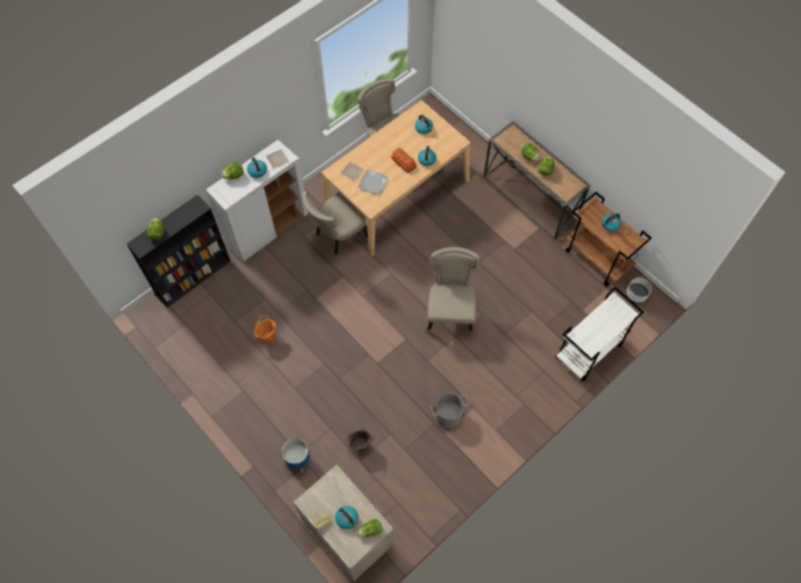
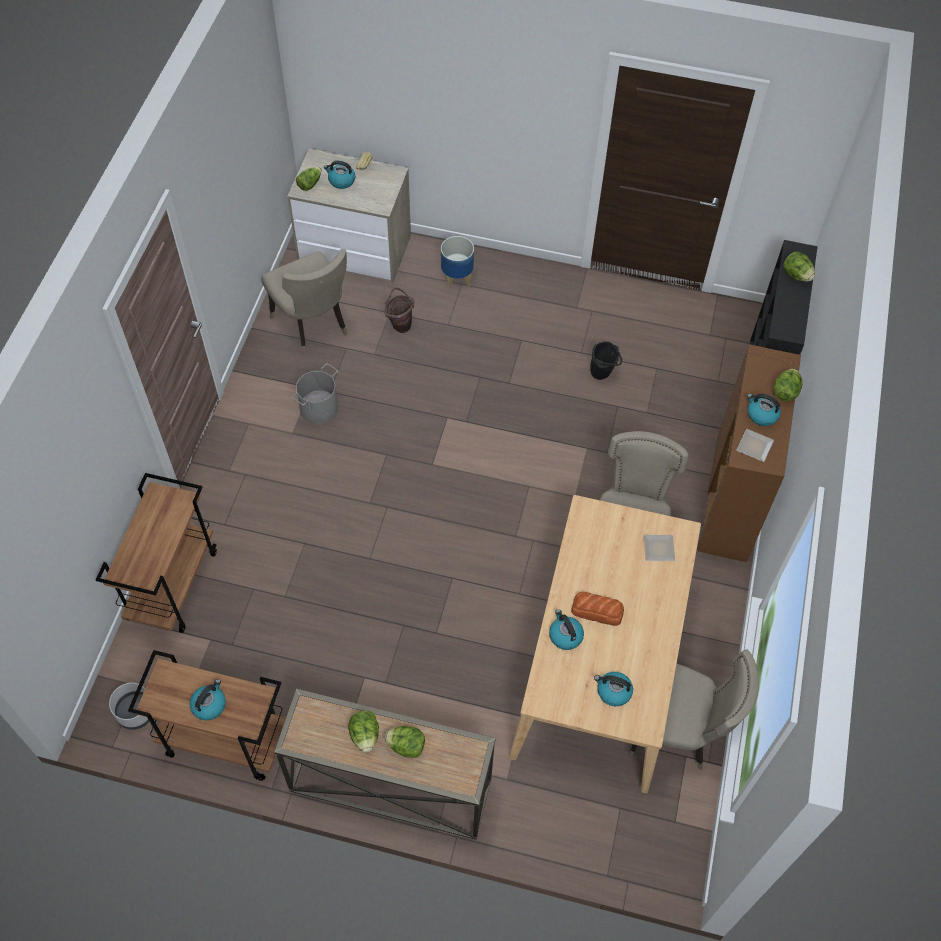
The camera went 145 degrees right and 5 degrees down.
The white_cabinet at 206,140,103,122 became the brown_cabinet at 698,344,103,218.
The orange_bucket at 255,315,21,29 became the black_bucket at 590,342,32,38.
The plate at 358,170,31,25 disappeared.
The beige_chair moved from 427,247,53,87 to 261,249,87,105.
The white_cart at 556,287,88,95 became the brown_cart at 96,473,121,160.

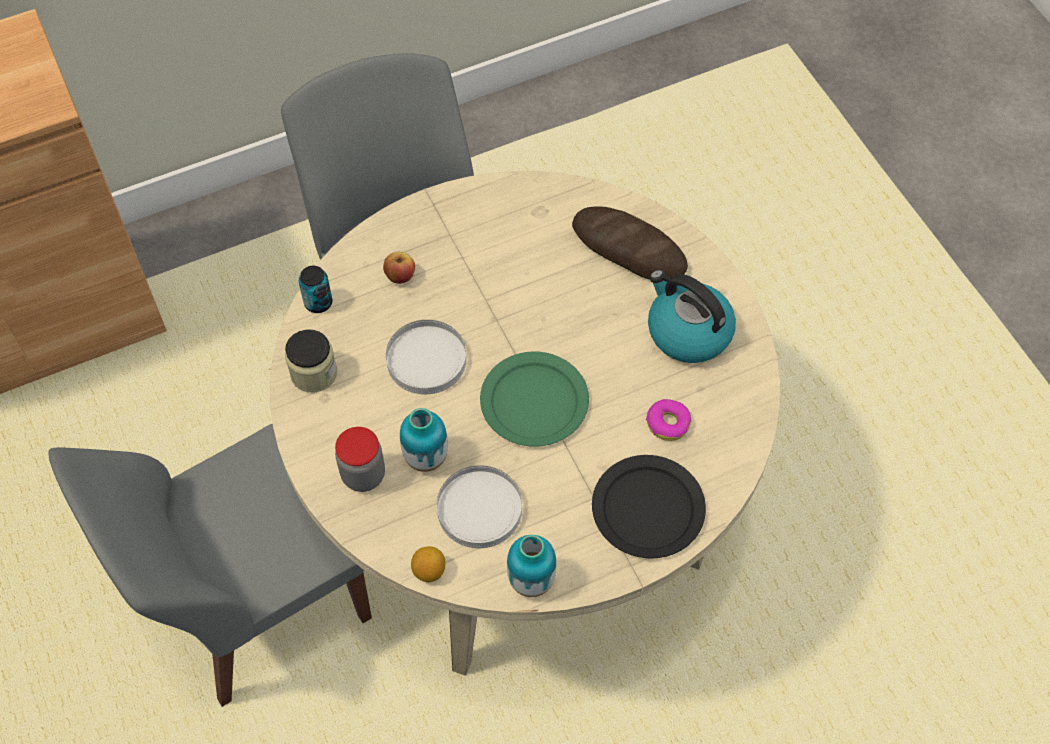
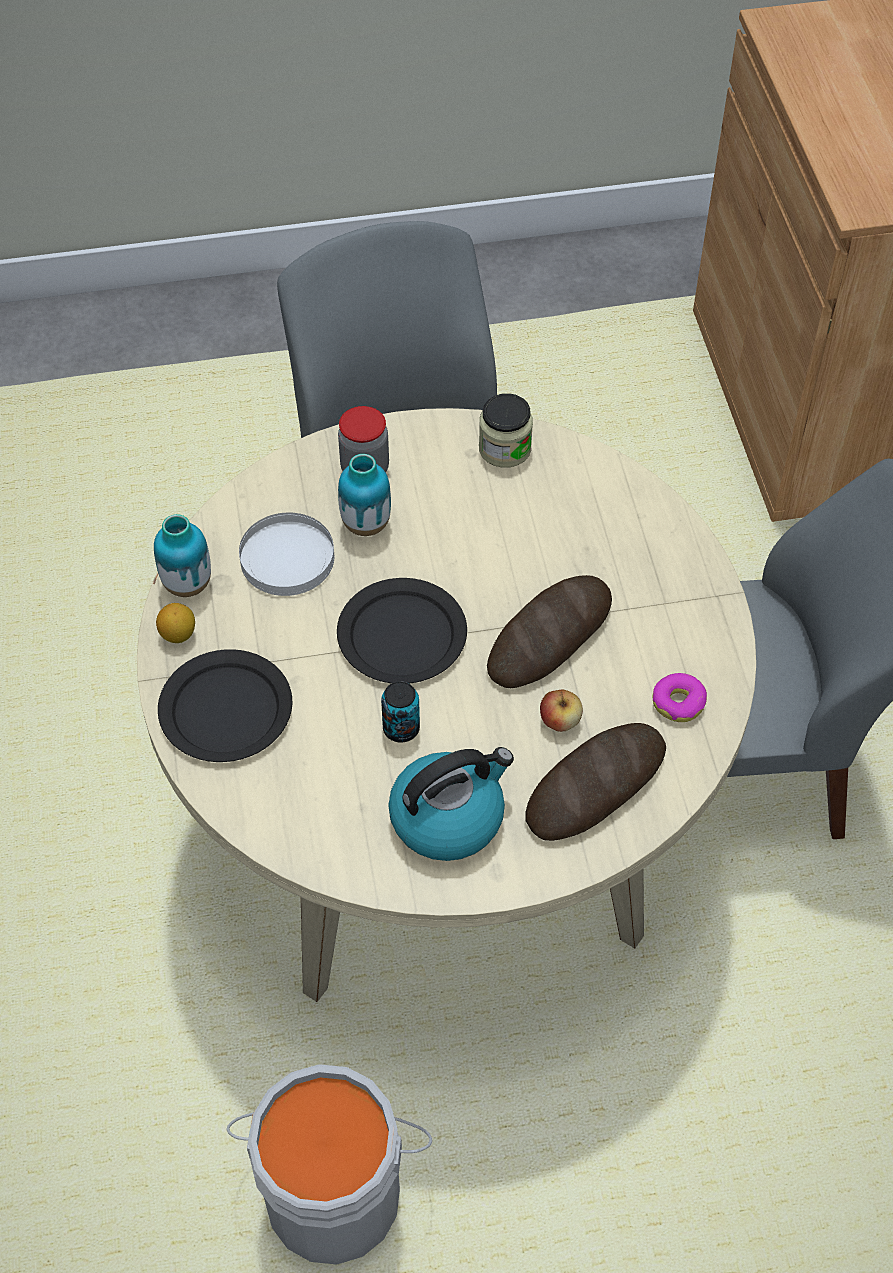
The camera went 105 degrees right and 5 degrees down.
The can moved from 299,266,33,47 to 381,681,39,62.
The apple moved from 383,252,32,32 to 540,690,43,42.
The white_plate at 386,320,80,74 disappeared.
The lemon moved from 411,546,35,36 to 156,603,39,40.
The green_plate at 480,351,109,96 became the black_plate at 337,578,130,106.
The donut moved from 646,399,45,42 to 652,673,55,49.
The grey_bucket at 226,1064,206,201 appeared.
The bread at 487,575,125,113 appeared.

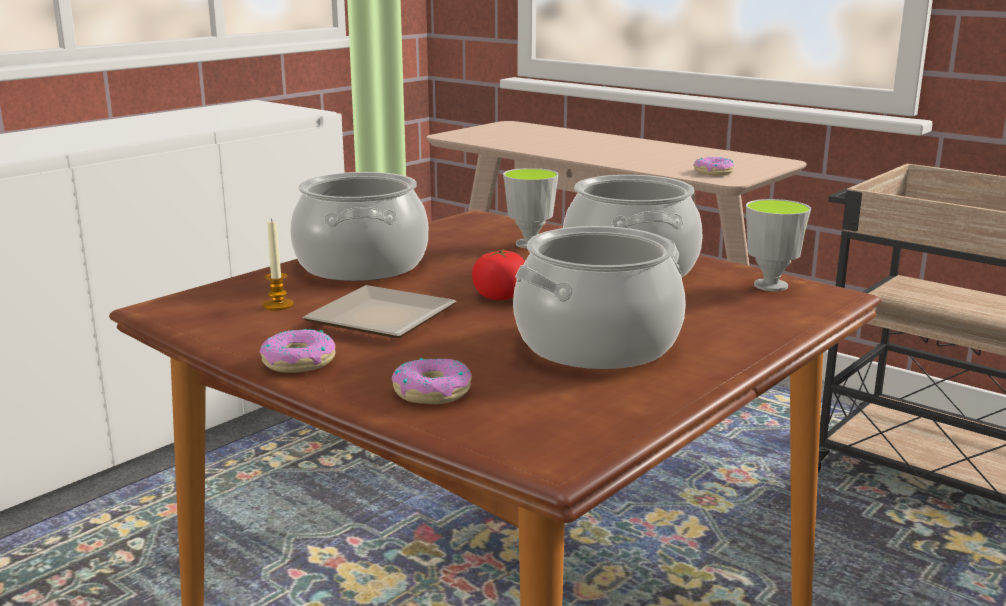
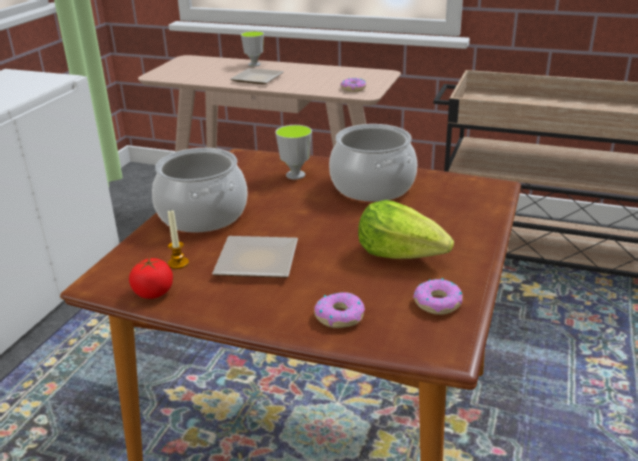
The camera went 20 degrees left and 10 degrees up.
The donut moved from 260,329,75,44 to 413,278,50,37.
The tomato moved from 472,249,53,51 to 129,258,44,41.
The cooking_pot at 513,226,173,143 was replaced by the lettuce at 358,200,96,59.
The cup moved from 746,199,65,92 to 241,31,23,36.
The plate at 230,68,54,16 appeared.

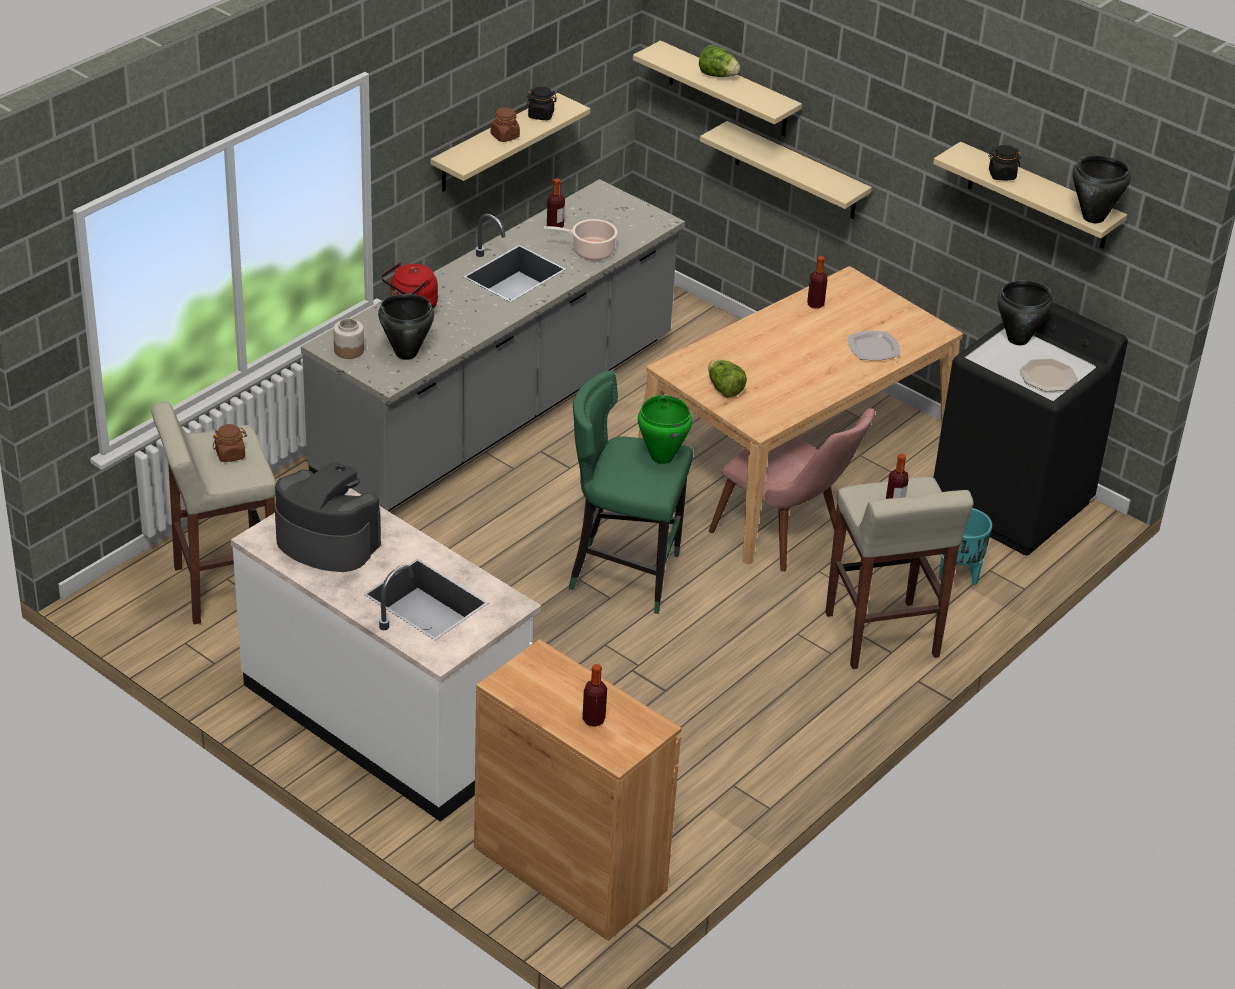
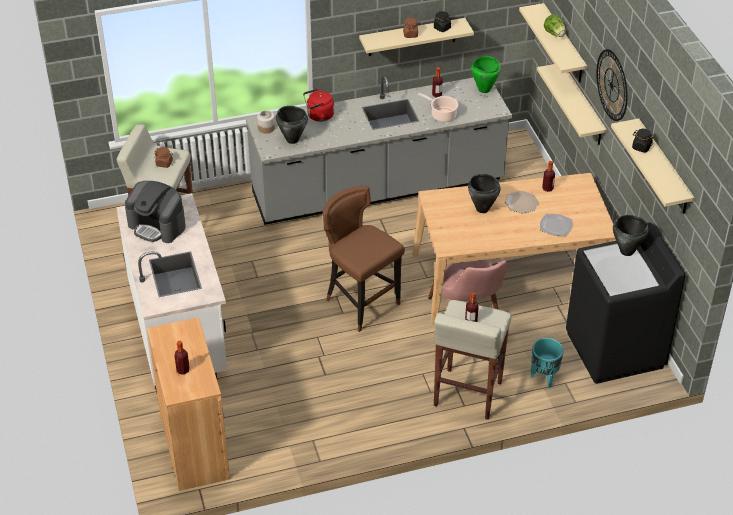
The camera went 35 degrees right and 5 degrees up.
The coffee_machine at 275,463,106,109 turned 150 degrees clockwise.
The green_stool at 569,371,124,243 became the brown_stool at 323,186,82,146.
The green_cooking_pot moved from 638,395,54,69 to 471,56,30,37.
The lettuce at 708,360,39,38 disappeared.
The plate moved from 1020,359,58,33 to 505,191,34,22.
The black_cooking_pot moved from 1073,155,58,68 to 468,174,33,39.
The wall_clock at 596,49,32,72 appeared.

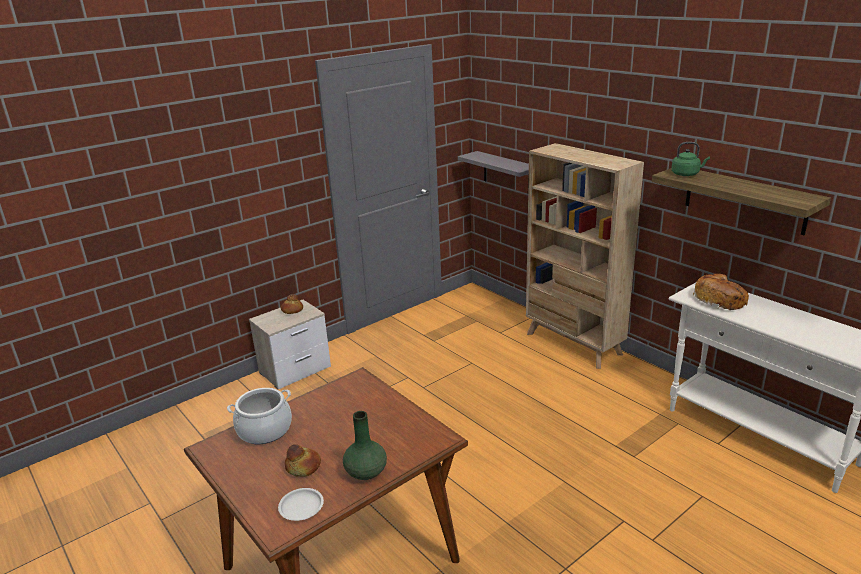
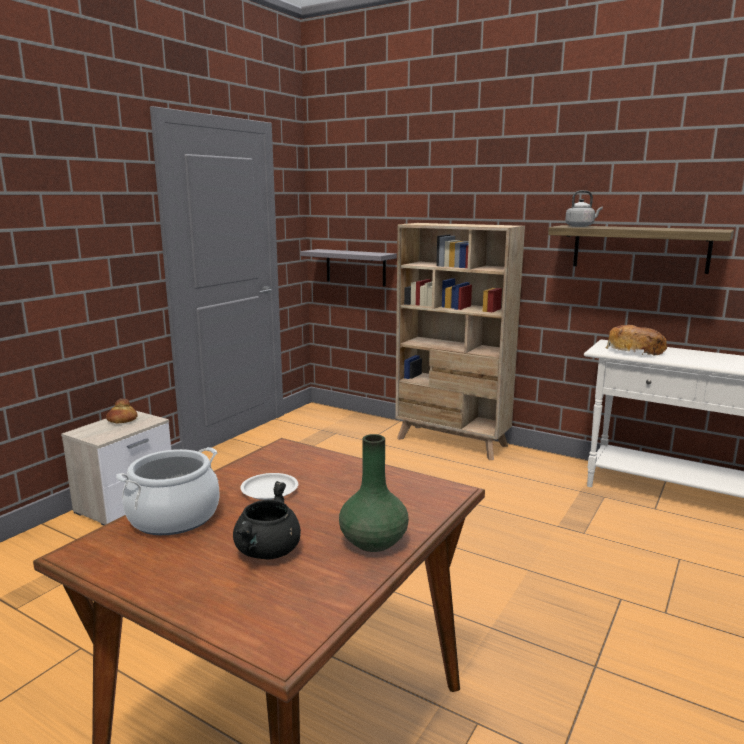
The camera went 20 degrees left and 10 degrees down.
The white_plate moved from 278,488,46,33 to 240,473,58,27.
The bread at 285,444,36,33 was replaced by the black_cooking_pot at 233,481,68,78.
The green_kettle at 671,142,39,34 became the grey_kettle at 565,190,38,37.

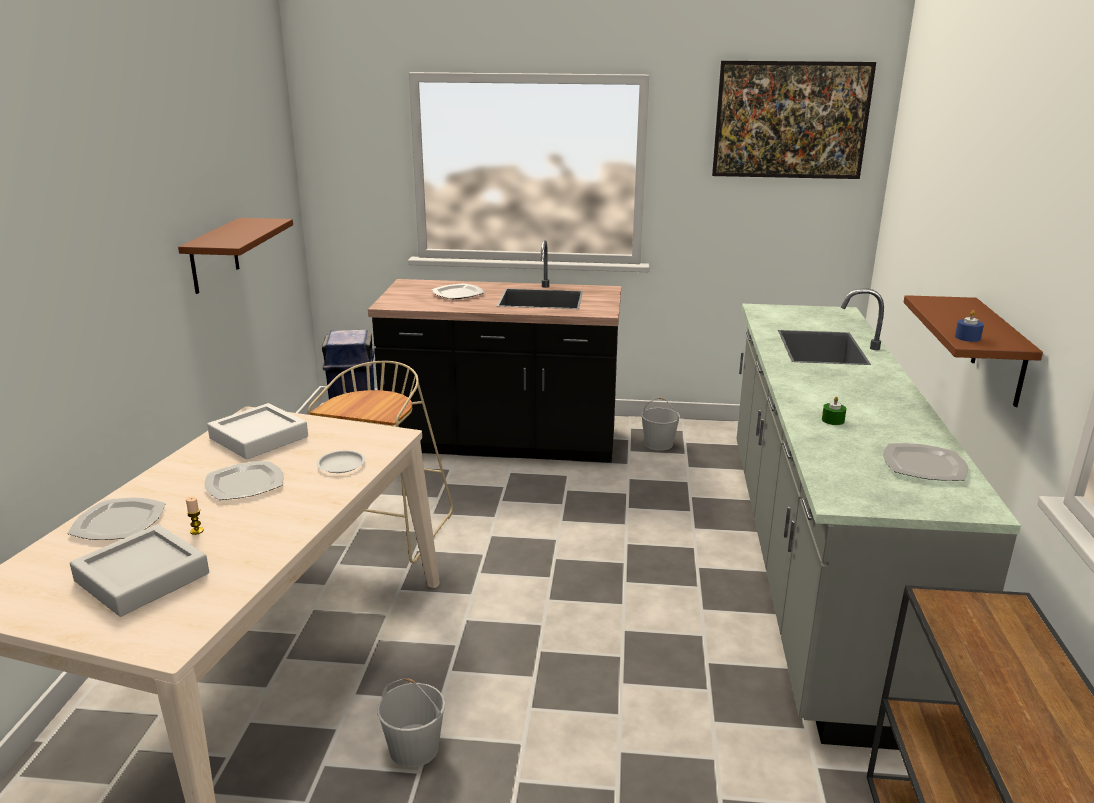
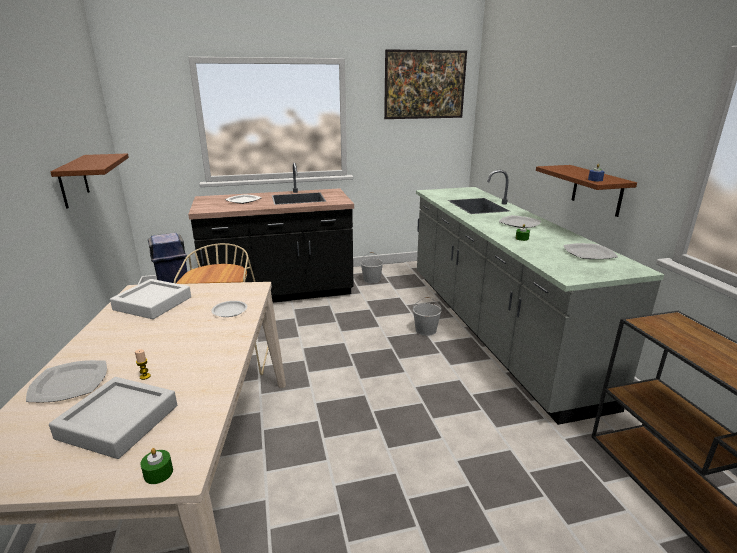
The camera went 20 degrees left and 0 degrees up.
The plate moved from 205,460,79,40 to 499,215,42,13.
The white_bucket moved from 377,678,68,90 to 413,297,29,39.
The green_candle at 140,448,33,36 appeared.

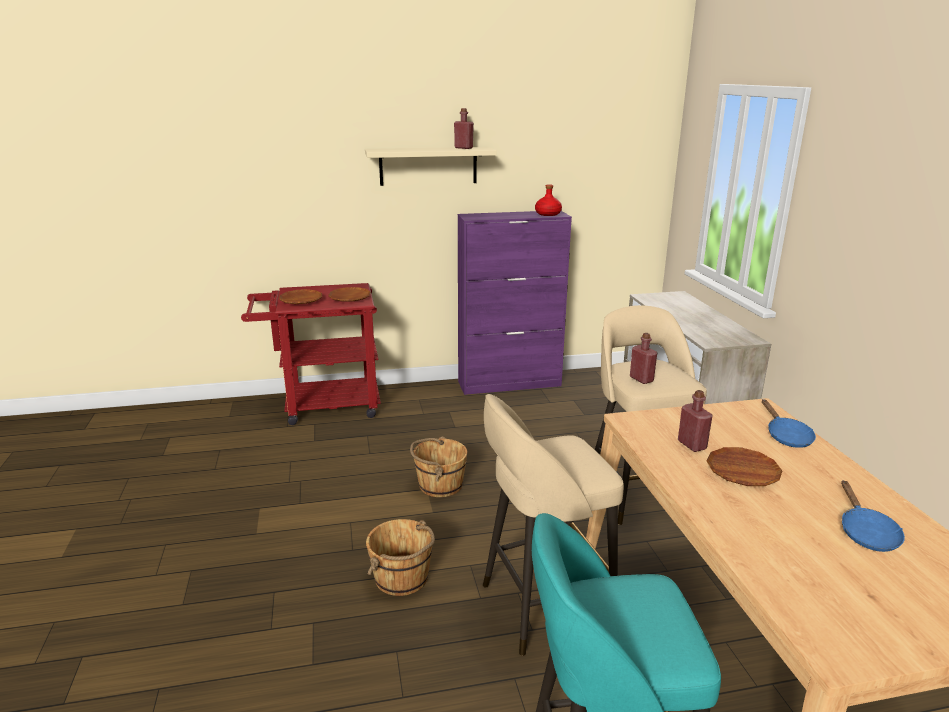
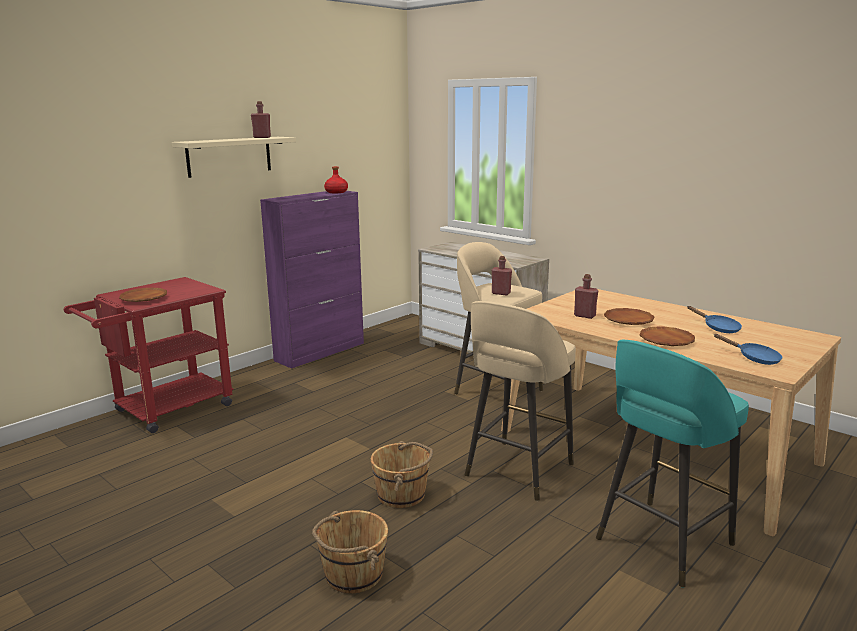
The camera went 35 degrees left and 5 degrees down.
The brown_plate moved from 328,287,43,15 to 640,326,55,20.
The brown_bucket moved from 410,437,58,60 to 312,510,76,83.
The blue_frying_pan moved from 762,399,54,49 to 714,334,68,31.

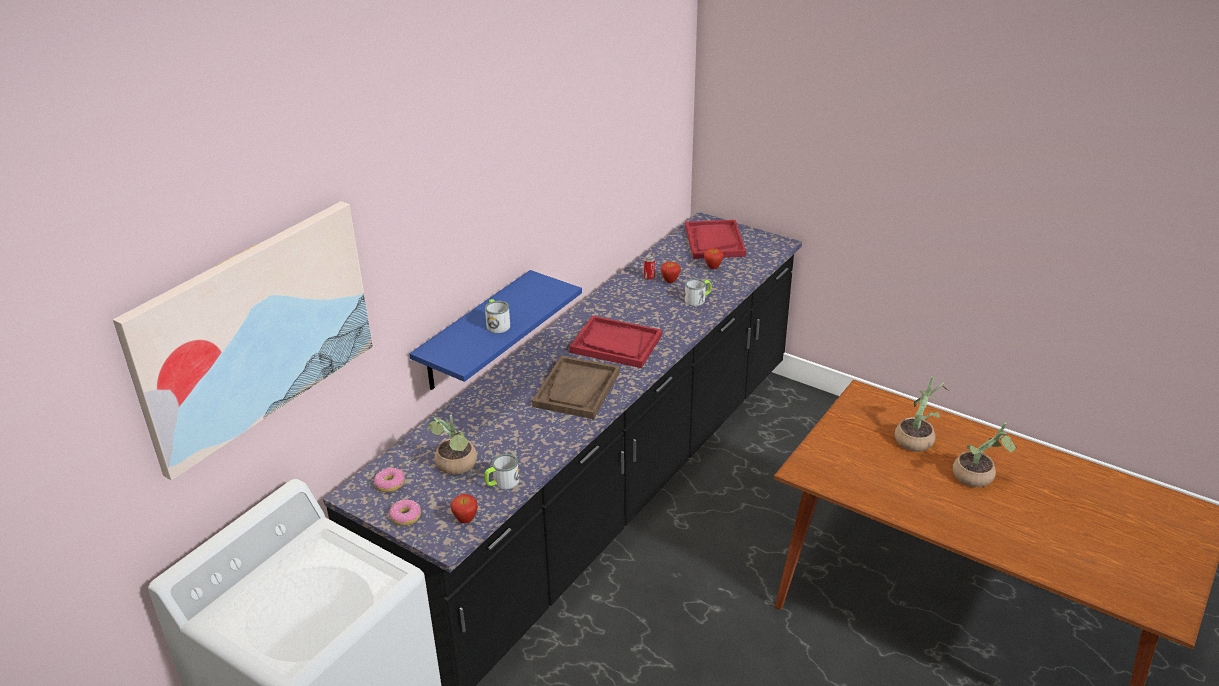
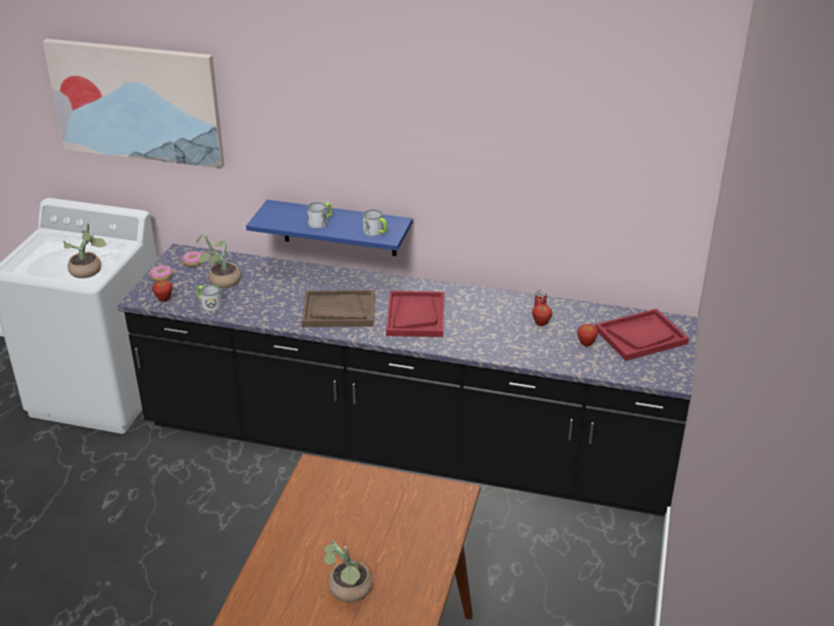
The camera went 70 degrees right and 0 degrees up.
The mug moved from 685,278,26,28 to 363,209,24,27.
The potted_plant moved from 895,377,54,75 to 64,223,42,55.

